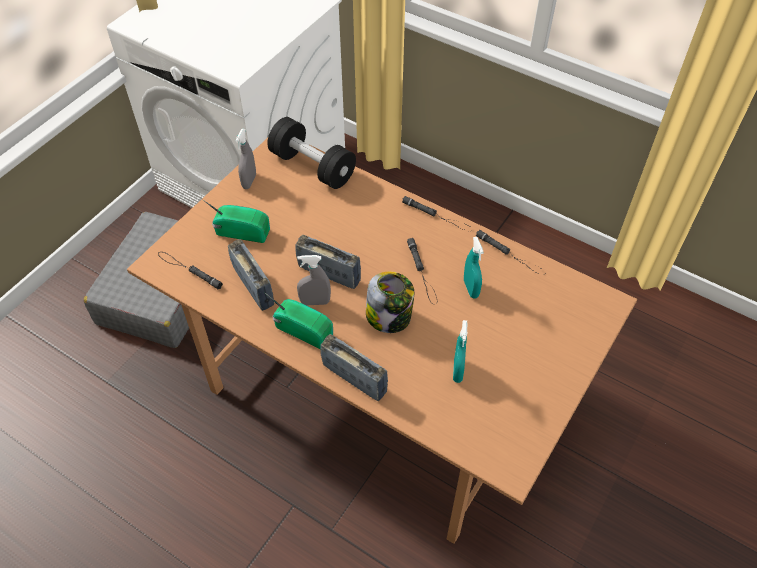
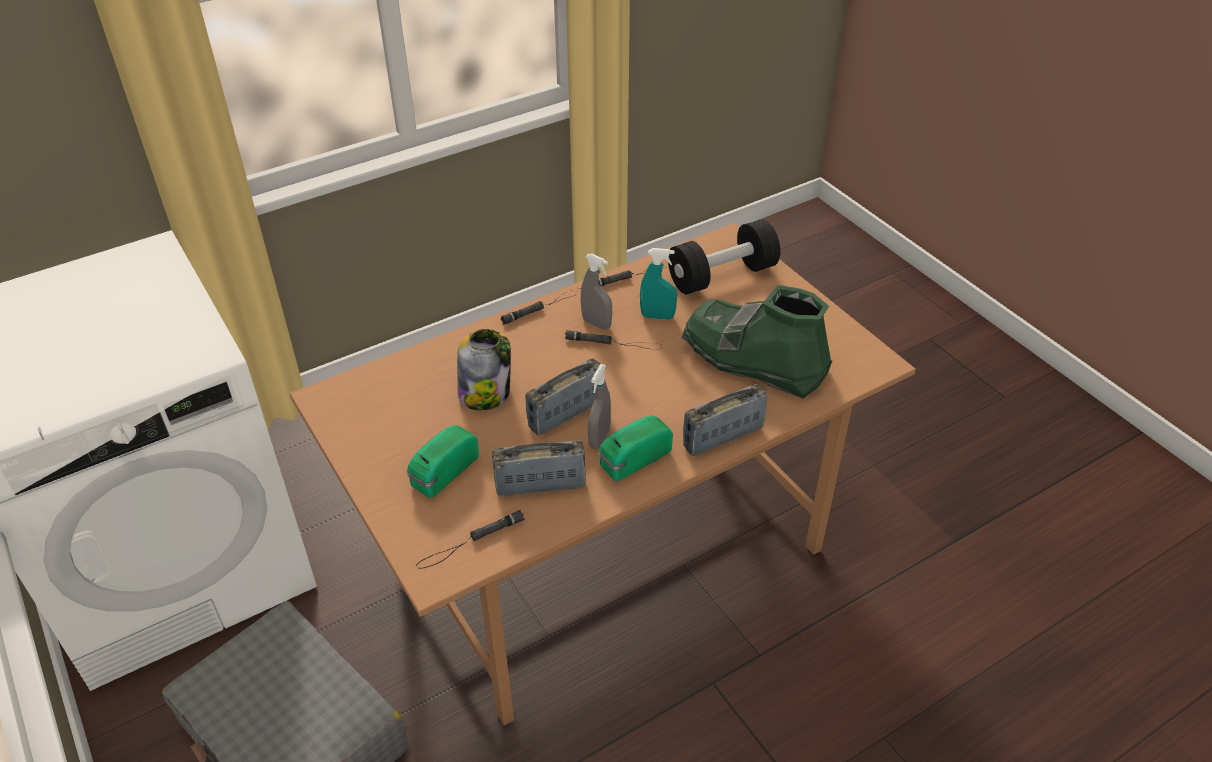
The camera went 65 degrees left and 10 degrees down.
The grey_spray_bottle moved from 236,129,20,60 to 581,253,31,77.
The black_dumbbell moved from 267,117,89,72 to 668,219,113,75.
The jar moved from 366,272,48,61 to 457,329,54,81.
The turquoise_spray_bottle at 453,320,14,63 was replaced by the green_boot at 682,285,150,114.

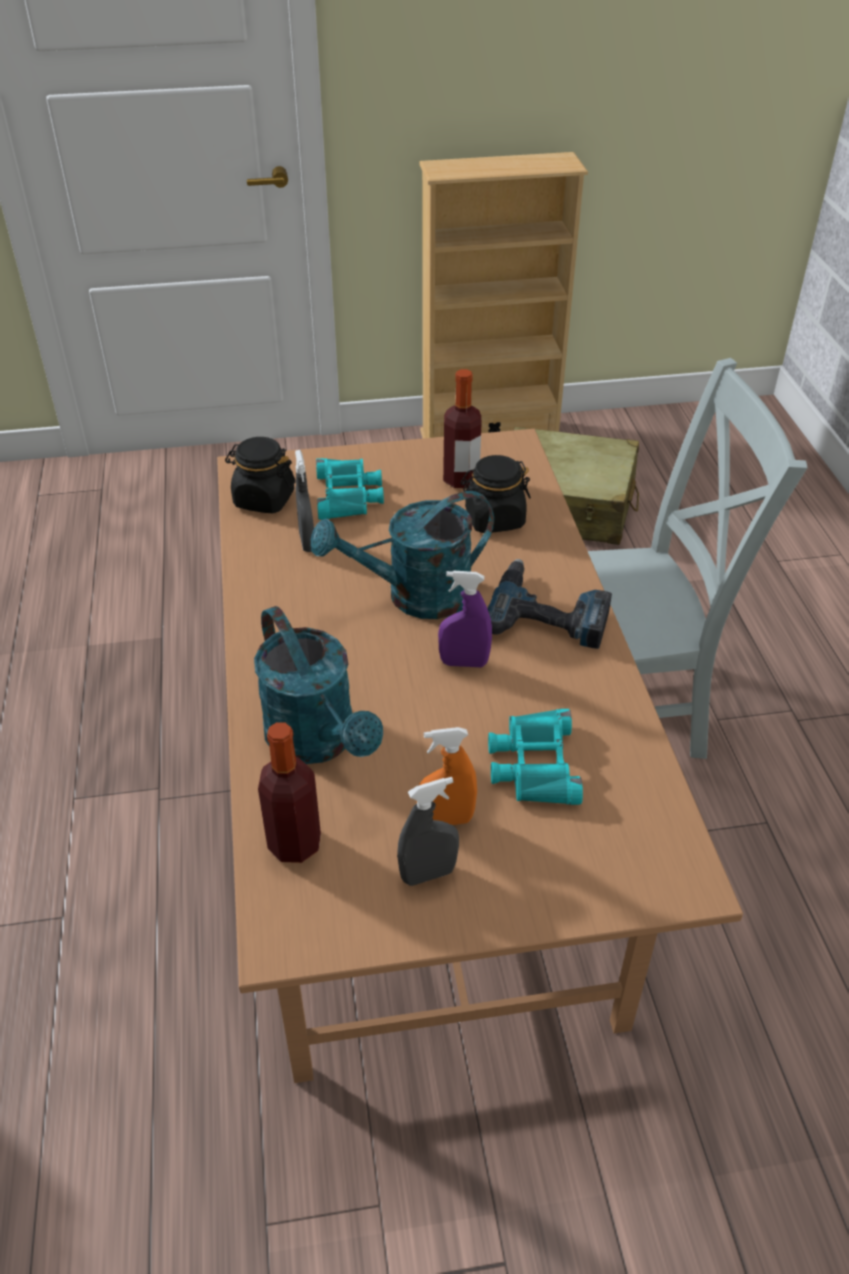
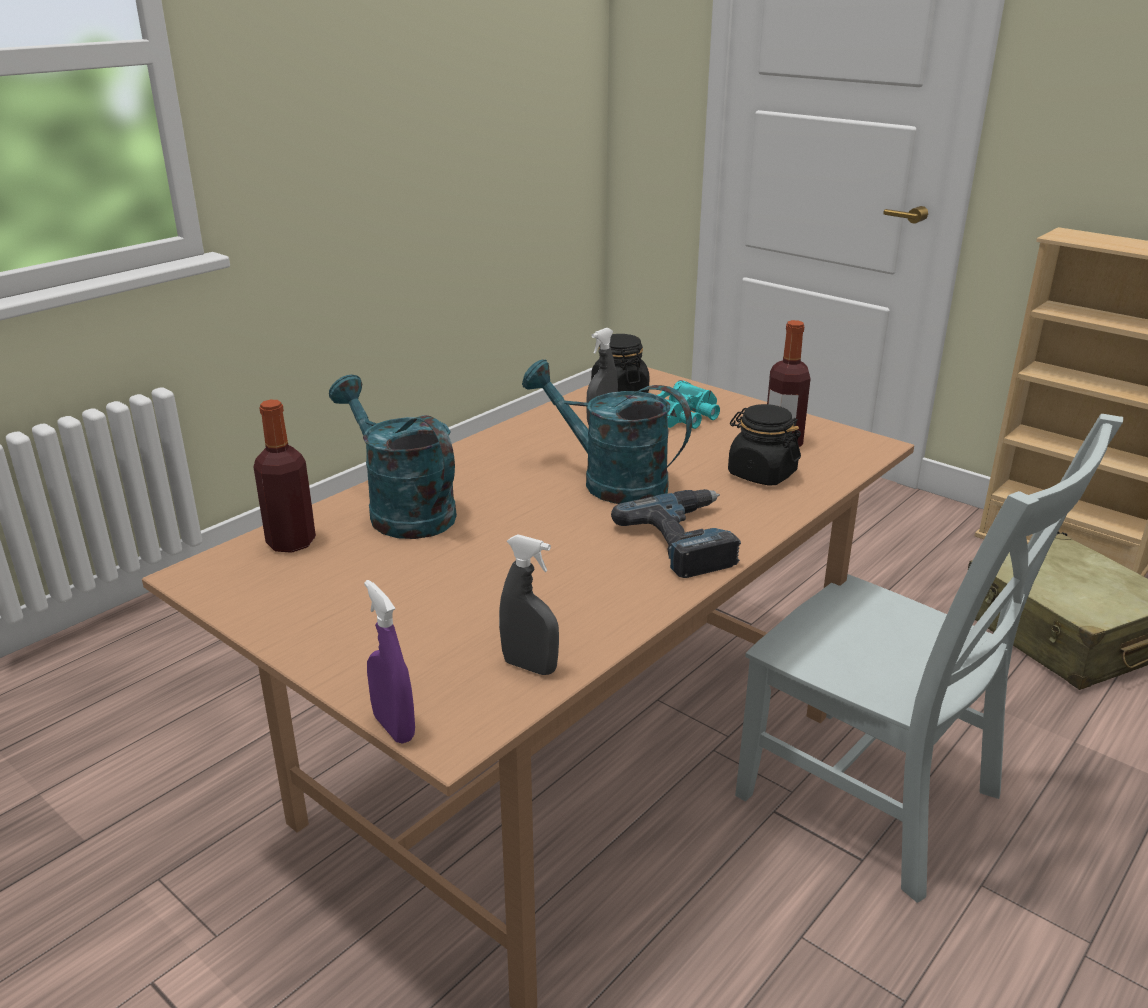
The camera went 50 degrees right and 15 degrees down.
The turquoise_watering_can at 254,606,129,158 turned 120 degrees clockwise.
The grey_spray_bottle moved from 397,777,62,109 to 499,534,60,141.
The orange_spray_bottle at 416,727,61,98 disappeared.
The purple_spray_bottle moved from 438,570,54,97 to 364,580,51,164.
The turquoise_binoculars at 488,709,95,96 disappeared.

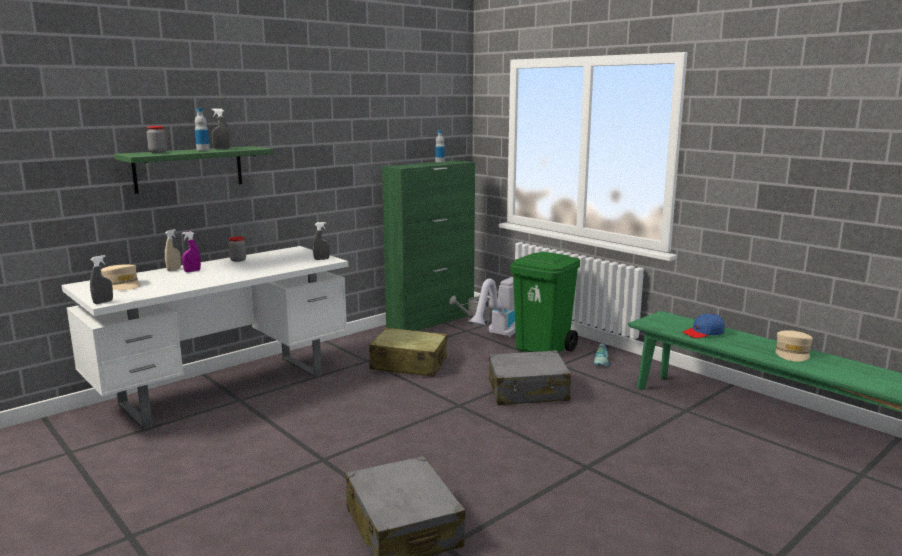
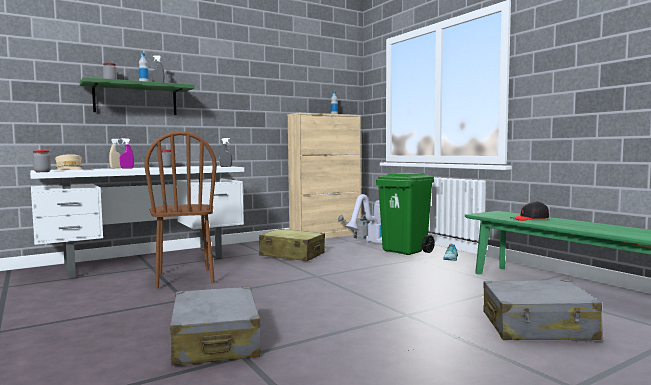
The camera went 10 degrees right and 10 degrees down.
The grey_spray_bottle at 90,255,23,49 was replaced by the jar at 33,150,18,22.
The green_cabinet at 382,160,93,171 became the beige_cabinet at 288,113,73,125.
The grey_suitcase moved from 489,350,82,55 to 483,280,119,60.
The blue_cap at 682,313,43,25 became the black_cap at 510,201,39,20.
The beige_cap at 776,330,37,32 disappeared.
The brown_chair at 144,131,73,158 appeared.

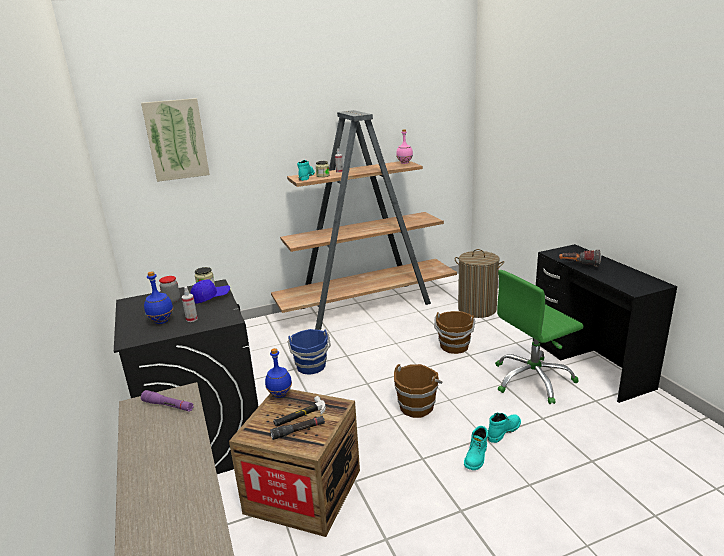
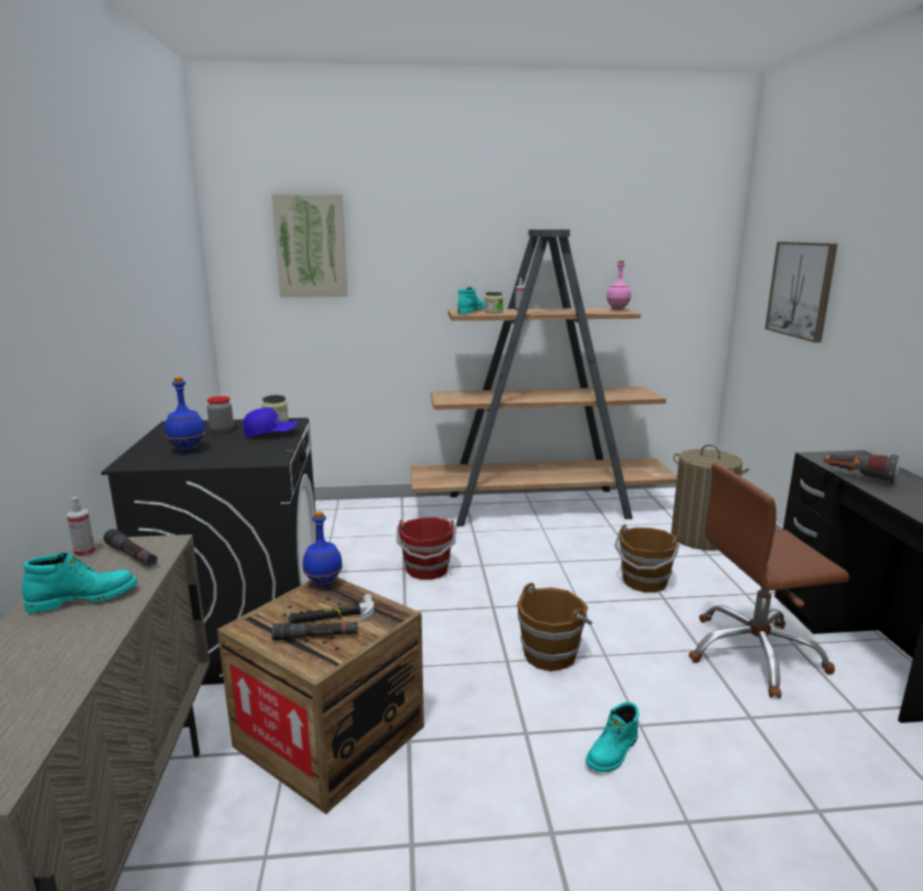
The camera went 15 degrees right and 5 degrees down.
The purple_flashlight at 141,390,53,22 became the black_flashlight at 103,529,55,38.
The spray_bottle moved from 182,287,16,35 to 67,496,28,62.
The blue_bucket at 288,329,43,46 became the red_bucket at 397,517,60,63.
The turquoise_boot moved from 488,413,33,30 to 22,552,115,61.
The green_office_chair at 495,270,88,134 became the brown_office_chair at 689,463,160,235.
The picture at 765,242,73,101 appeared.

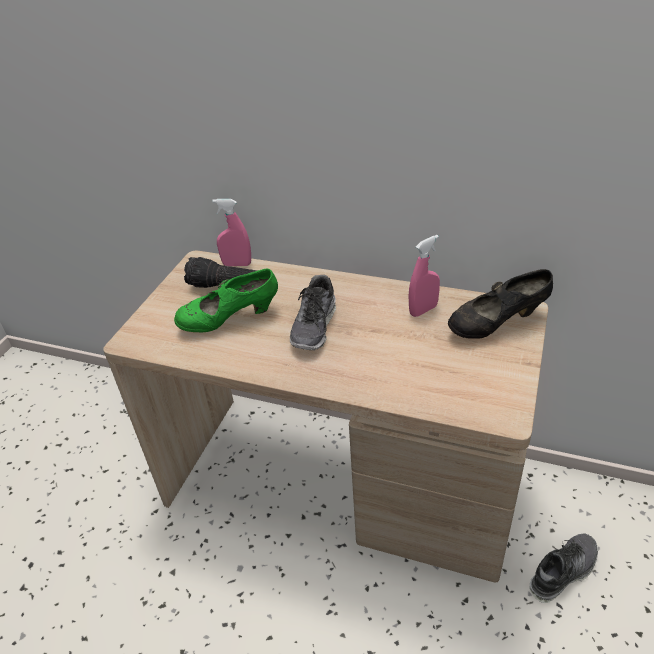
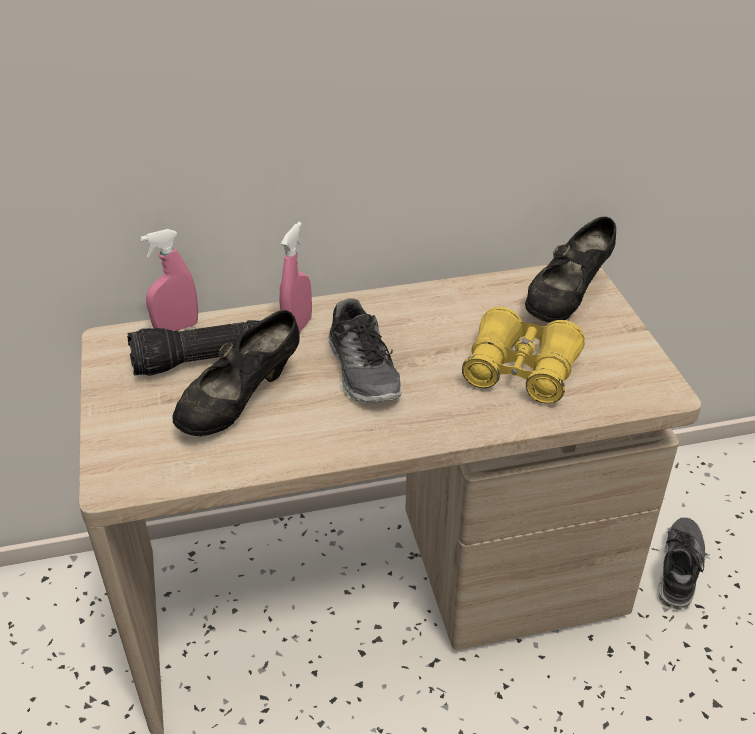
The camera went 35 degrees left and 0 degrees up.
The green_shoe at 174,269,104,63 became the black_shoe at 172,310,128,126.
The pink_spray_bottle moved from 408,235,32,82 to 279,222,33,111.
The yellow_binoculars at 462,307,123,97 appeared.

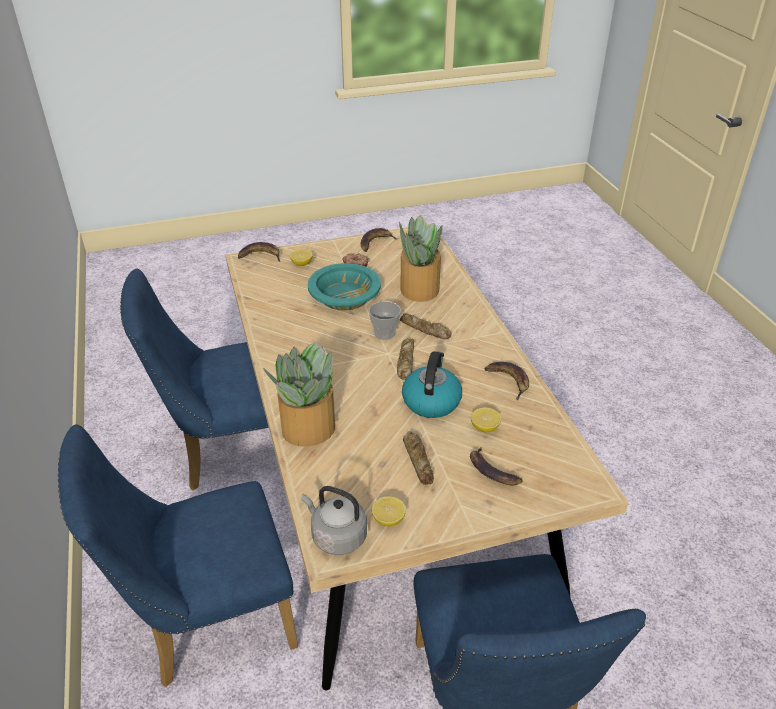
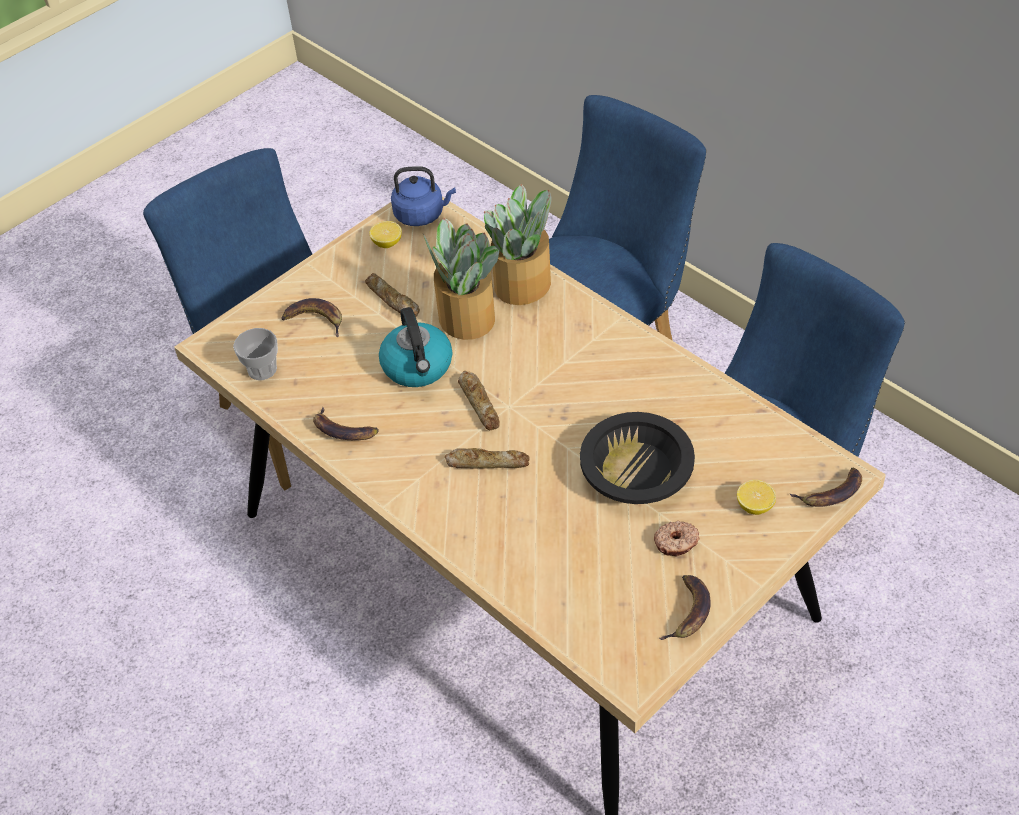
The camera went 155 degrees right and 10 degrees up.
The grey_kettle at 302,486,65,69 became the blue_kettle at 391,166,65,60.
The turquoise_bowl at 308,263,73,48 became the black_bowl at 580,412,115,92.
The cup moved from 369,301,32,39 to 233,328,45,52.
The potted_plant moved from 399,215,44,87 to 423,218,76,122.
The lemon at 471,407,30,25 disappeared.

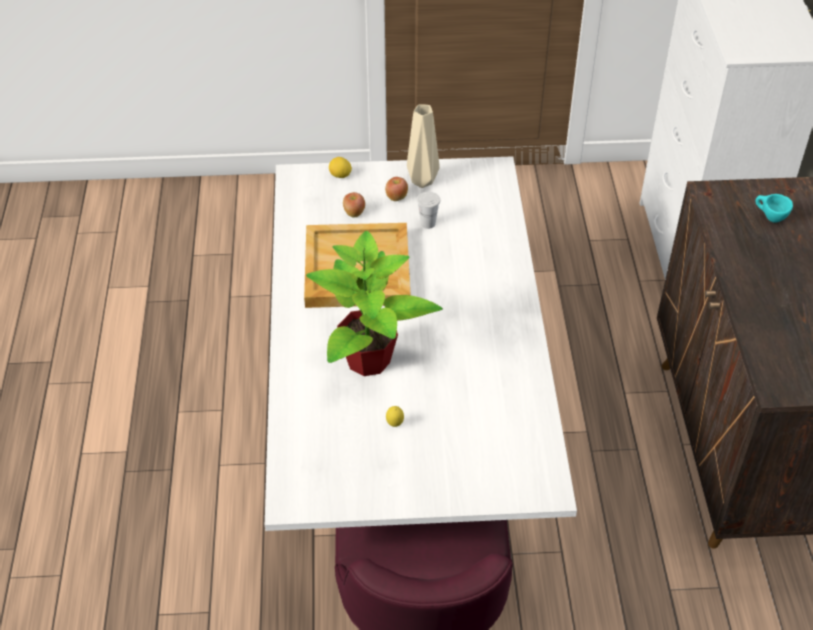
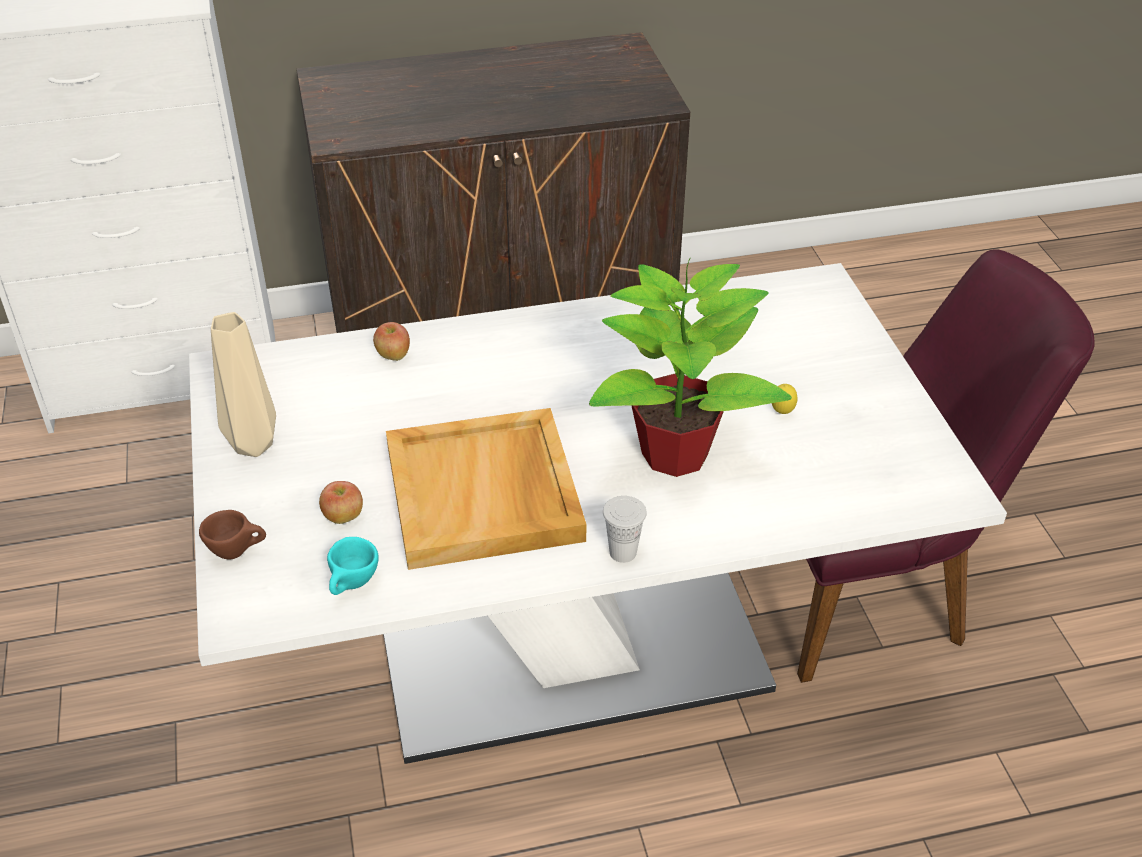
The camera went 100 degrees left and 5 degrees down.
The lemon at 329,157,23,21 was replaced by the brown_cup at 199,510,67,50.
The apple moved from 385,177,23,24 to 373,322,37,39.
The white_cup moved from 417,192,23,37 to 603,496,44,67.
The turquoise_cup moved from 755,194,38,29 to 327,537,52,58.

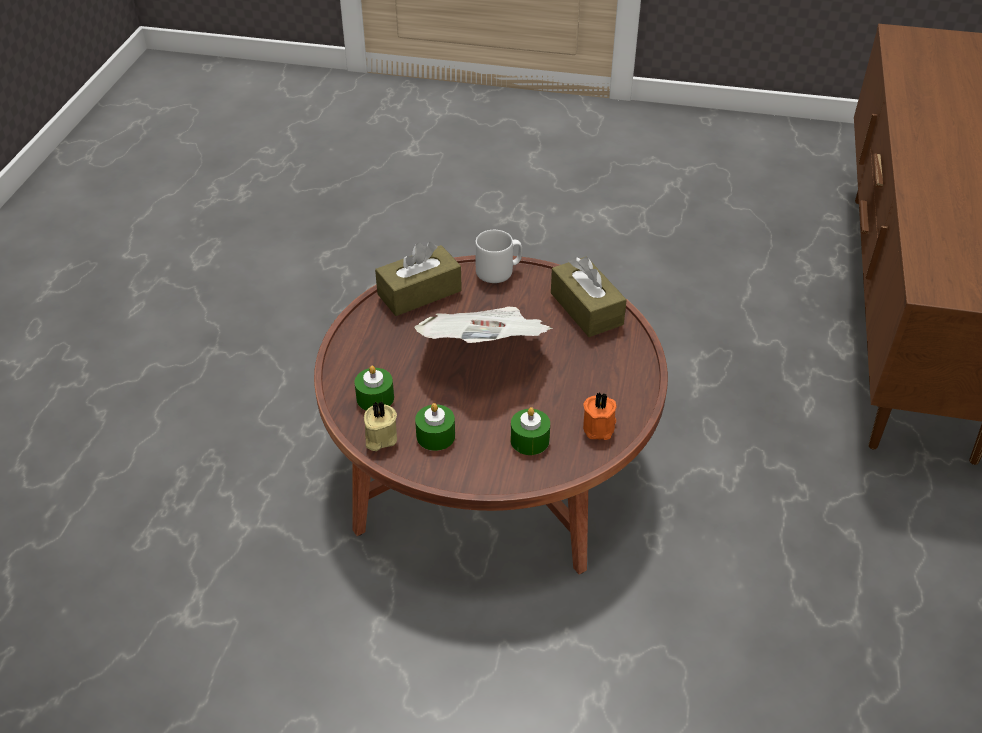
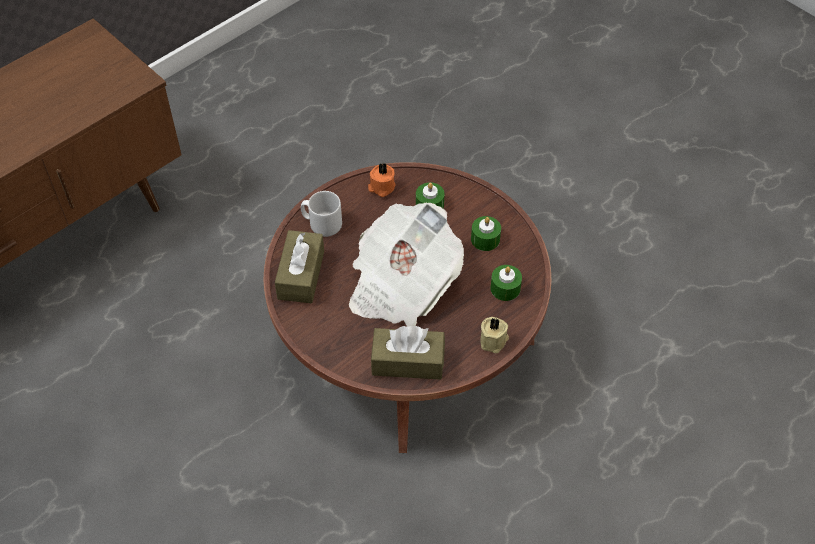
The camera went 145 degrees left and 10 degrees up.
The beige_candle moved from 364,401,33,50 to 480,317,29,36.
The grey_mug moved from 475,230,47,53 to 301,191,41,46.

